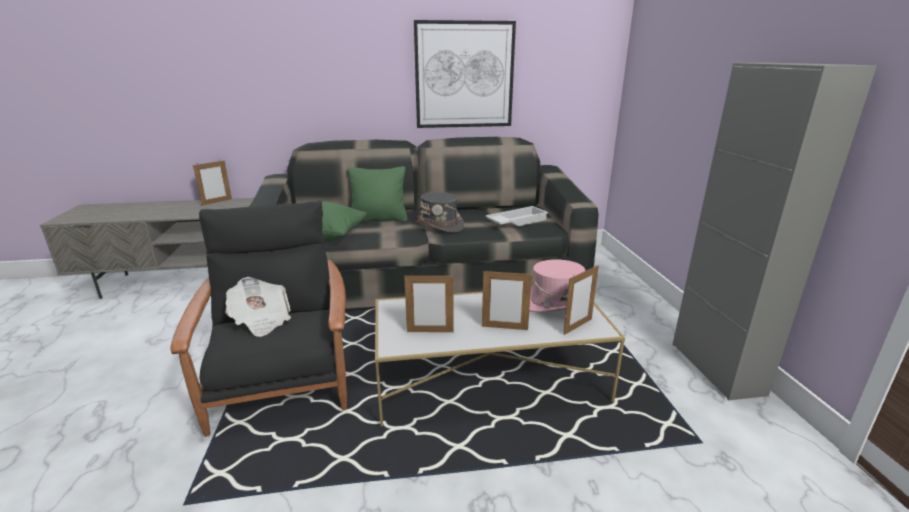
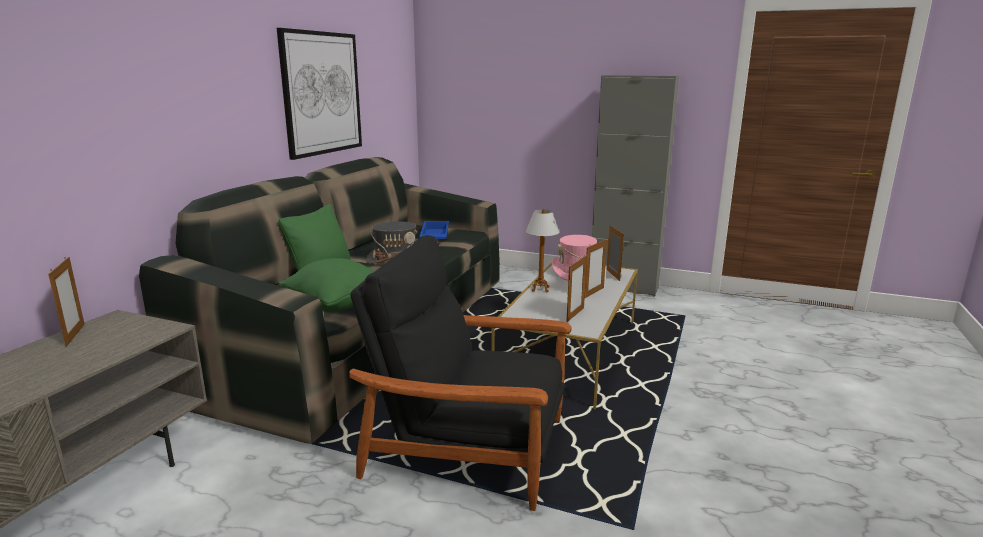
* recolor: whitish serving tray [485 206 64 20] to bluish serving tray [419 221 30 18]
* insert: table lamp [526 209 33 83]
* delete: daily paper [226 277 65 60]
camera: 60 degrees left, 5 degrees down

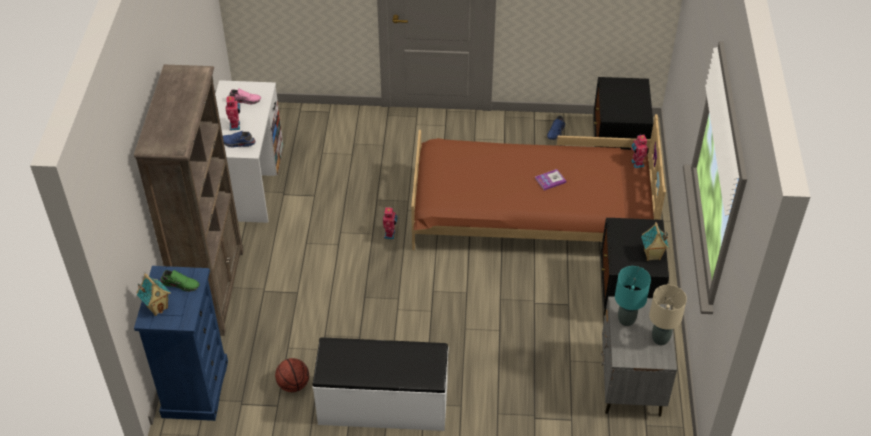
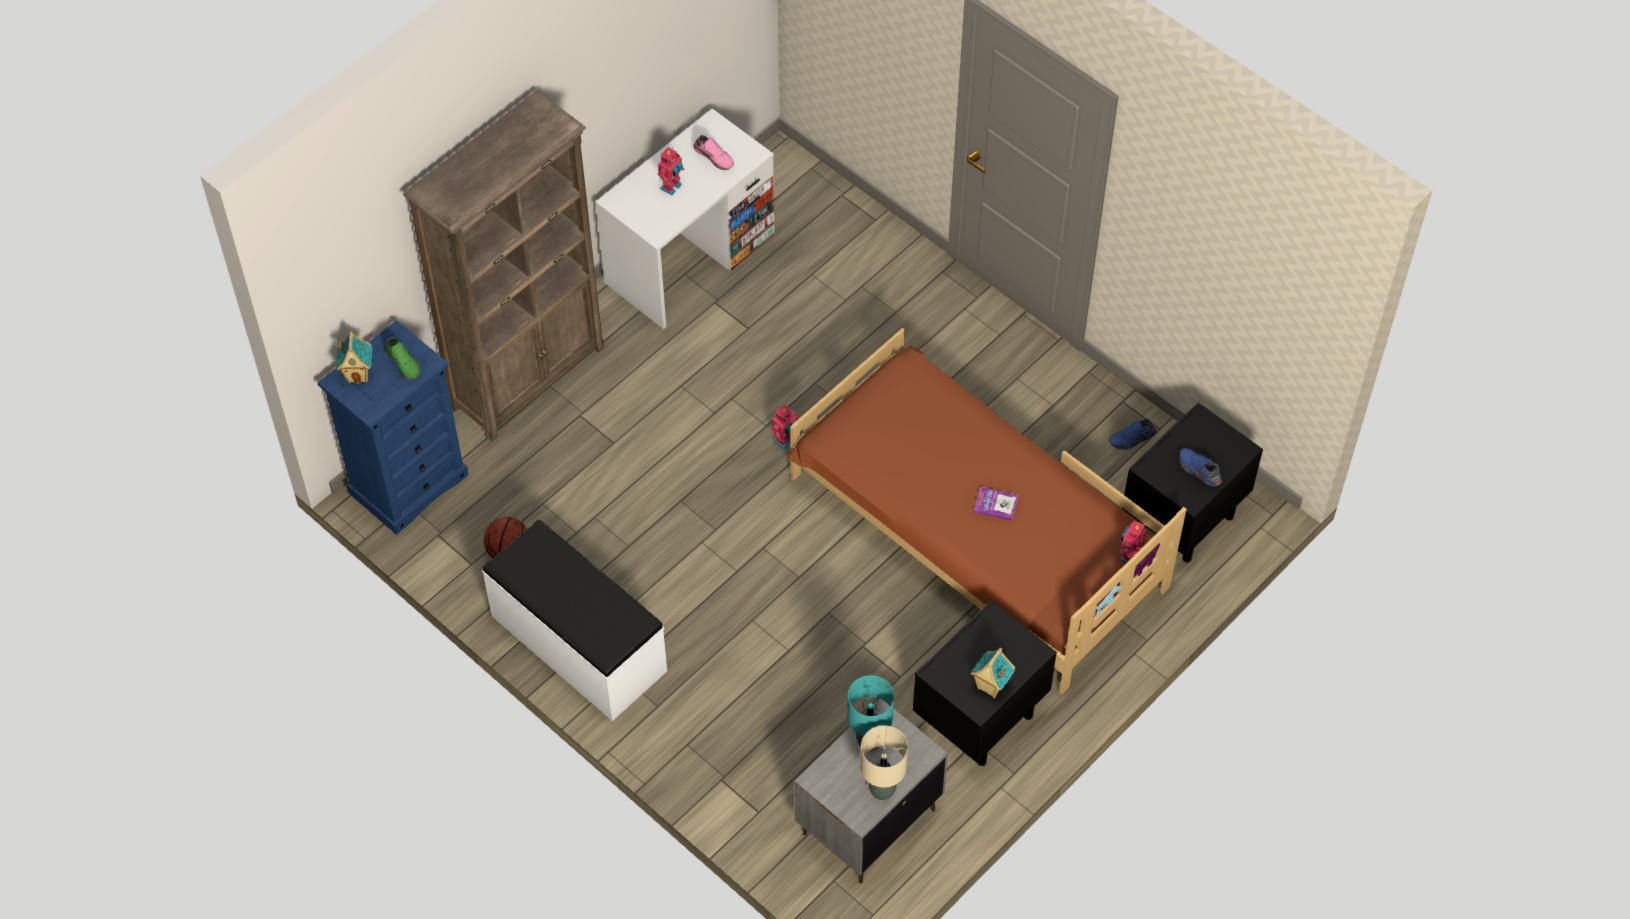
* move: bluish item of footwear [223 131 33 17] to [1179 448 43 38]
camera: 40 degrees right, 10 degrees up

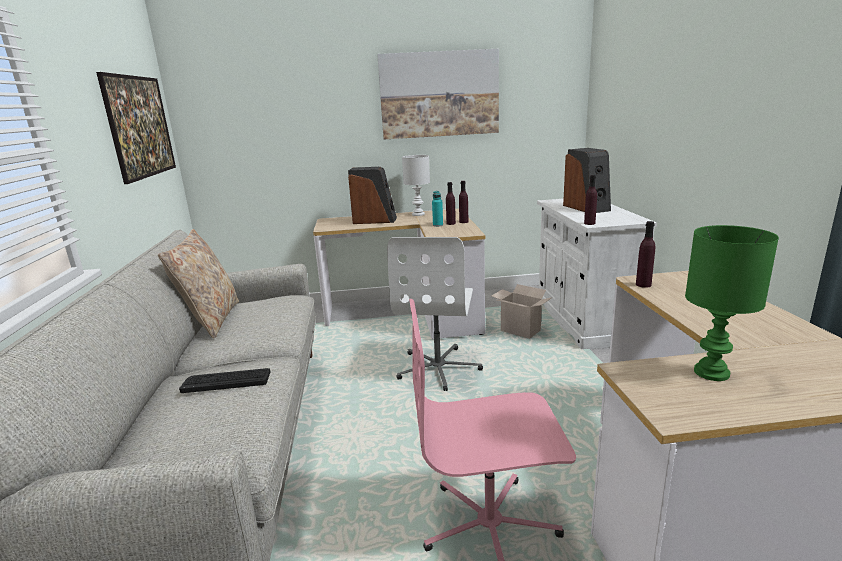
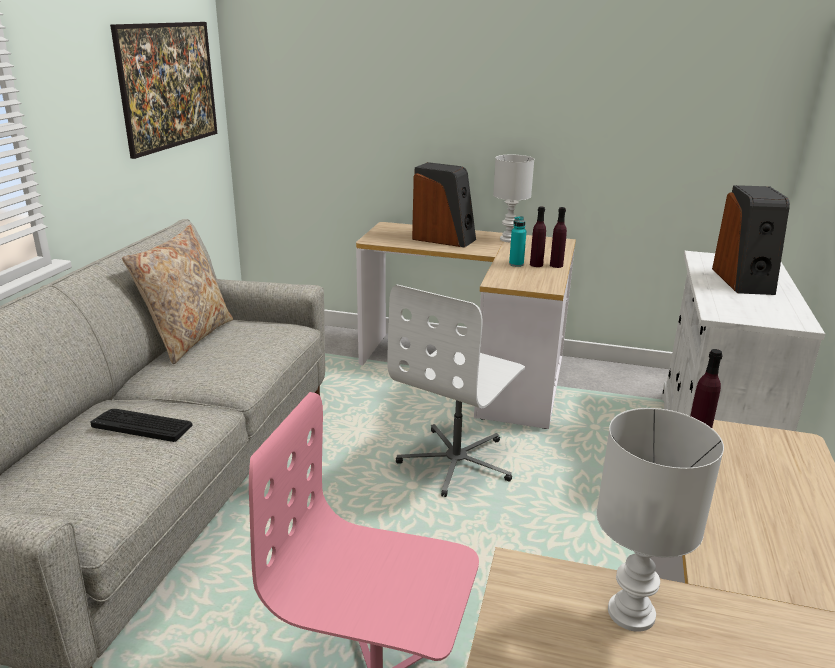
* recolor: green-coloured table lamp [685 225 94 156] to whitish table lamp [596 408 128 224]
* delete: picture [377 49 122 90]
* delete: cardboard box [492 284 60 55]
* delete: purple-coloured drink bottle [584 175 13 50]
camera: 20 degrees right, 5 degrees up

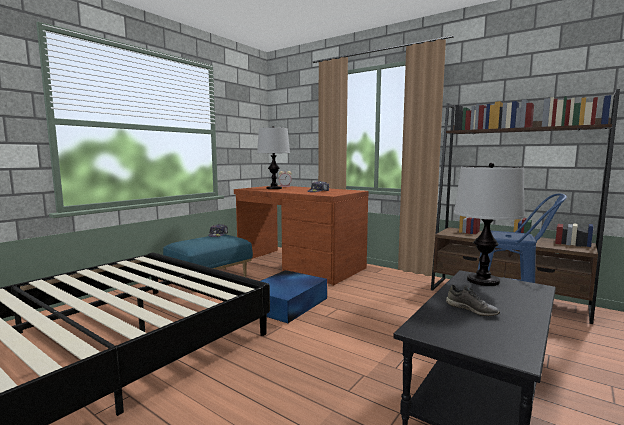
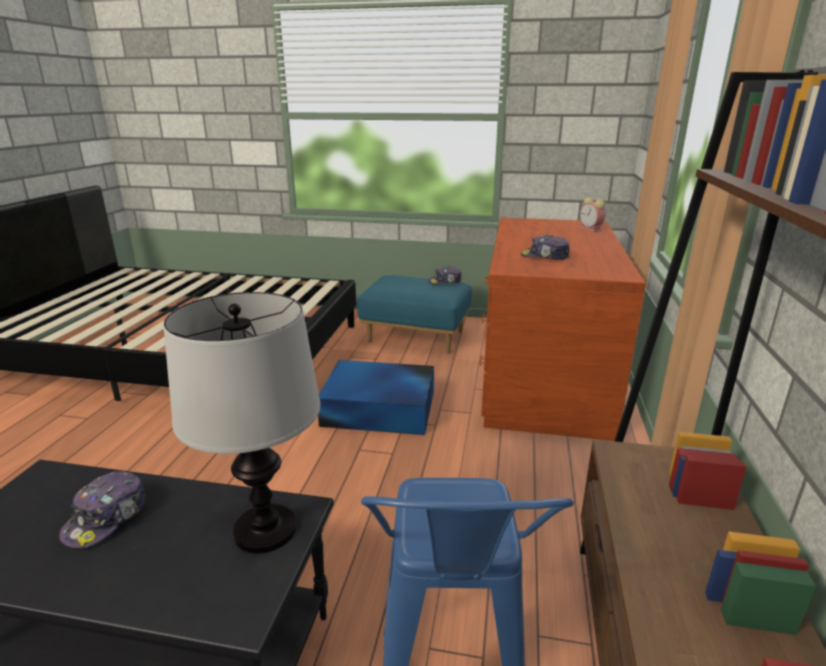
* replace: gray item of footwear [446 285 54 31] to peaked cap [59 471 86 78]
* delete: table lamp [257 126 33 63]
camera: 65 degrees right, 15 degrees up

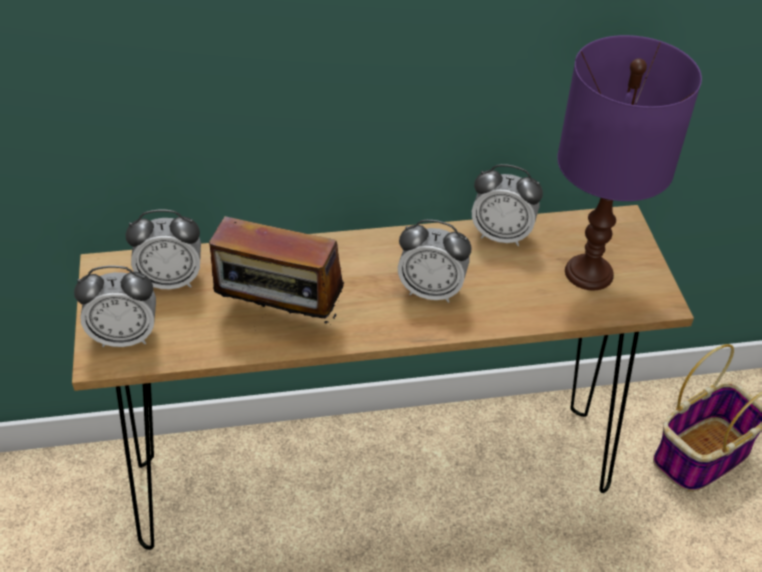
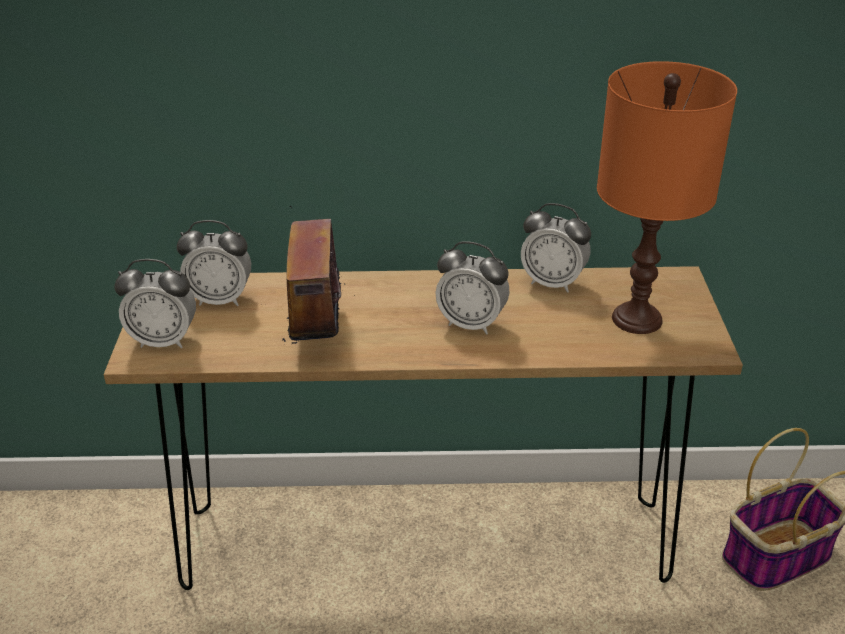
* rotate: radio [209 207 135 120] = [261 206 93 139] 60 degrees clockwise
* recolor: purple-coloured table lamp [557 35 145 255] to orange table lamp [597 61 140 273]
camera: 10 degrees right, 10 degrees down

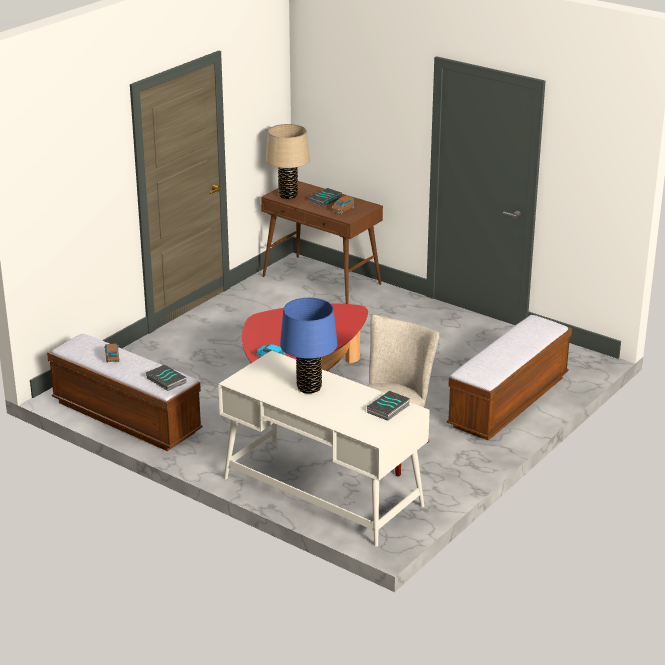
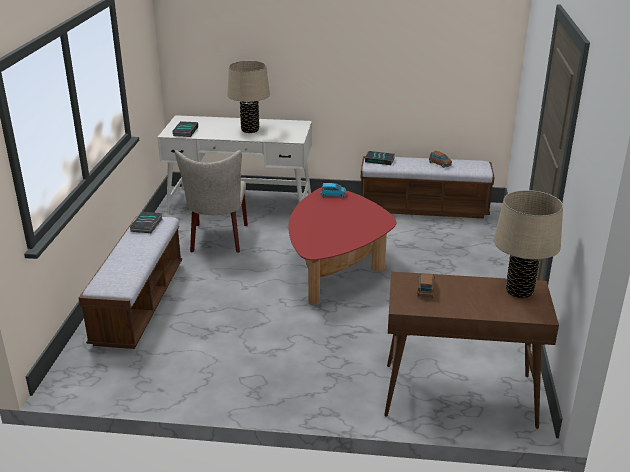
* move: bound book [308 188 34 19] to [130 212 32 21]
* recolor: bluish table lamp [280 298 58 96] to beige-coloured table lamp [227 61 43 72]
camera: 150 degrees right, 0 degrees up

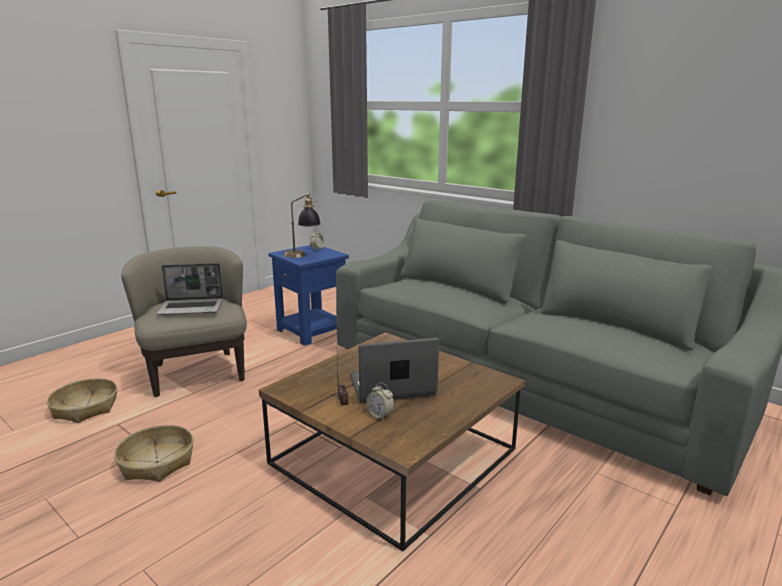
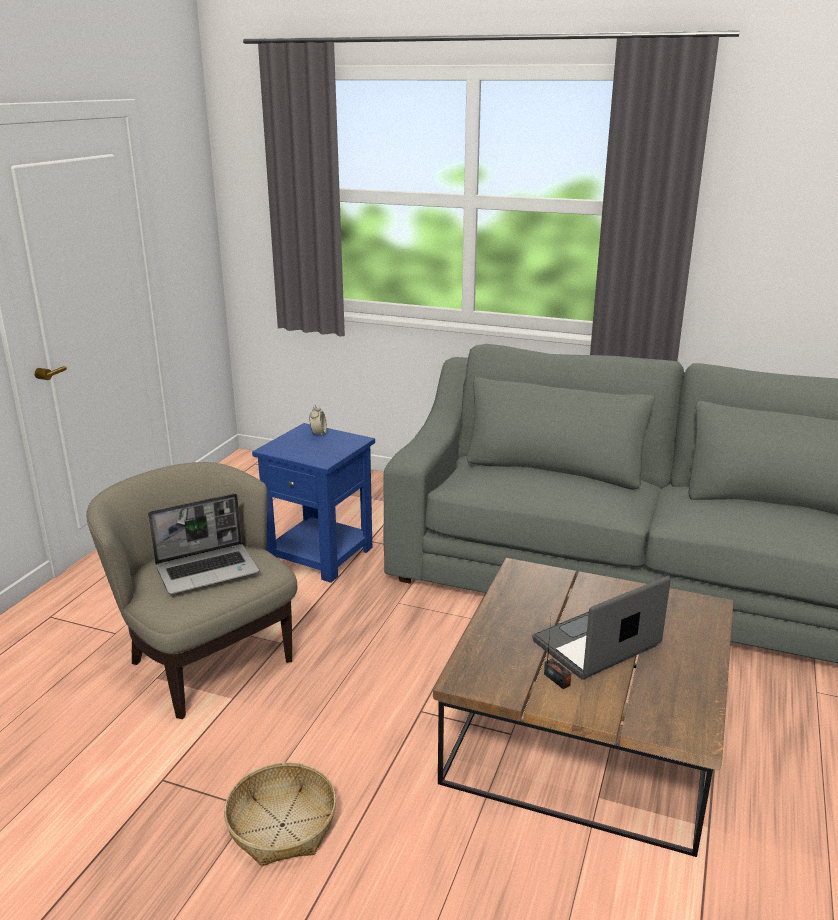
* delete: household basket [47 378 70 45]
* delete: table lamp [284 193 37 65]
* delete: table clock [366 383 28 38]
camera: 20 degrees left, 5 degrees up

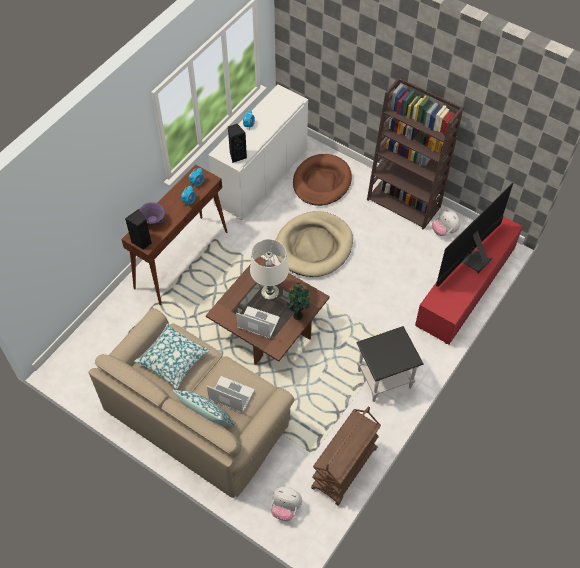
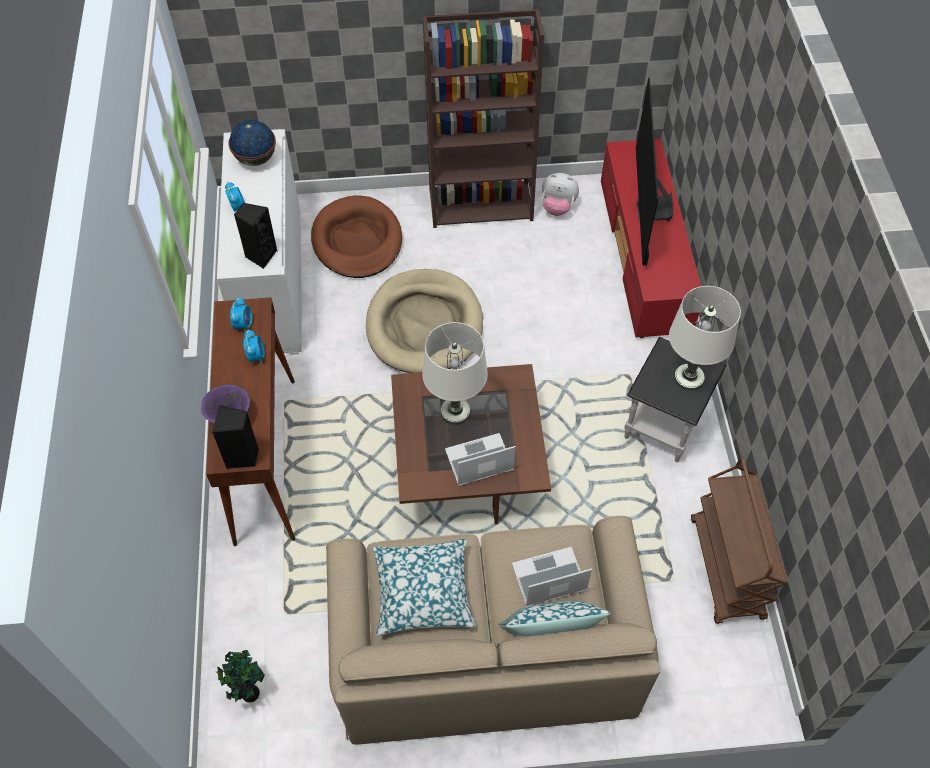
* move: houseplant [286 282 24 38] to [216 650 49 52]
* insert: globe [228 120 48 46]
* insert: whitish table lamp [669 286 72 105]
* delete: plush toy [271 487 31 34]
camera: 40 degrees left, 0 degrees up

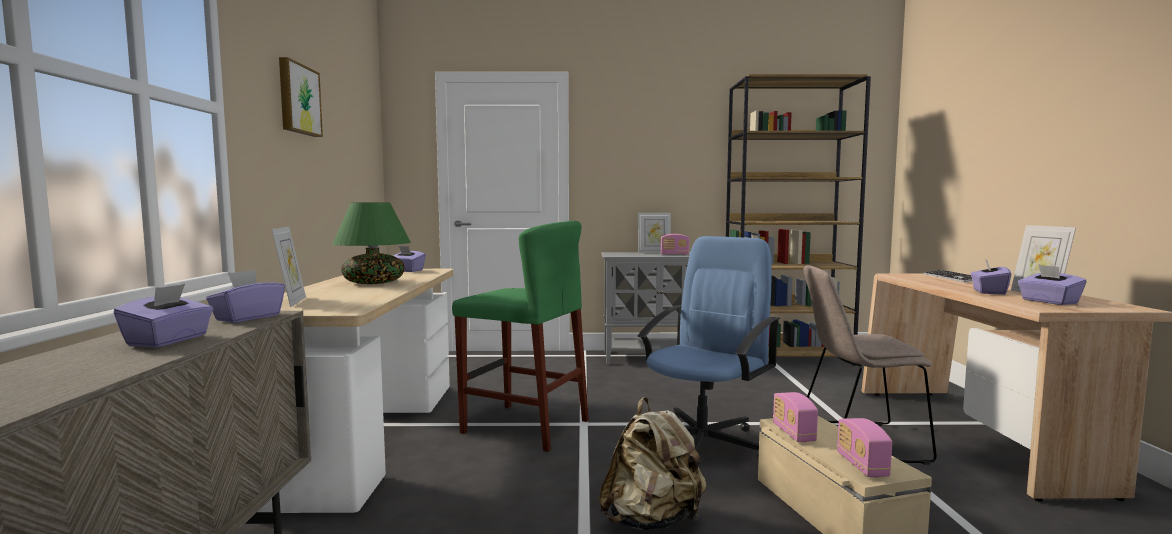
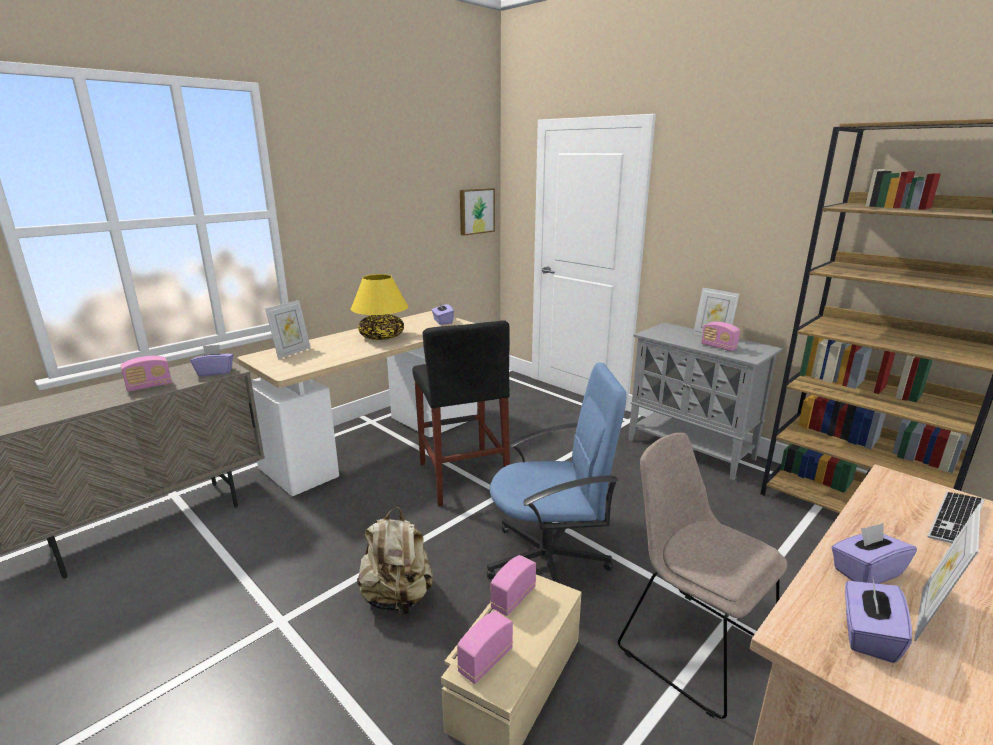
* replace: purple-coloured tissue box [113 284 100 64] to radio [121 356 51 36]
* recolor: green-coloured table lamp [332 202 79 82] to yellow table lamp [351 274 57 66]
* recolor: green-coloured sitting stool [452 221 137 231] to black sitting stool [412 320 98 187]
* move: picture [279 57 44 80] to [460 188 35 48]
camera: 45 degrees right, 15 degrees up

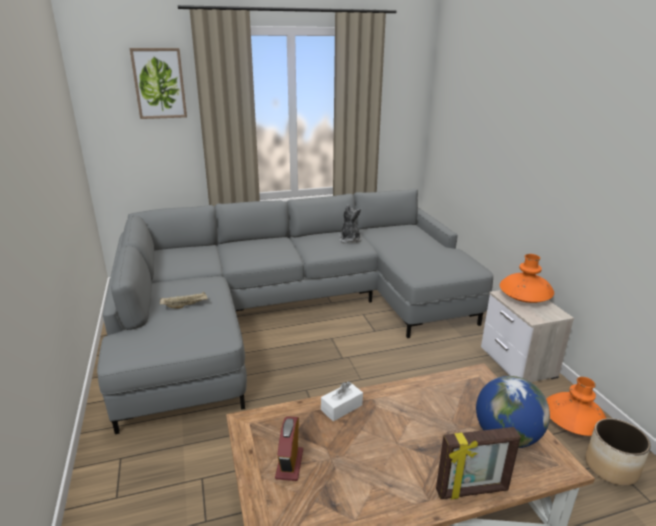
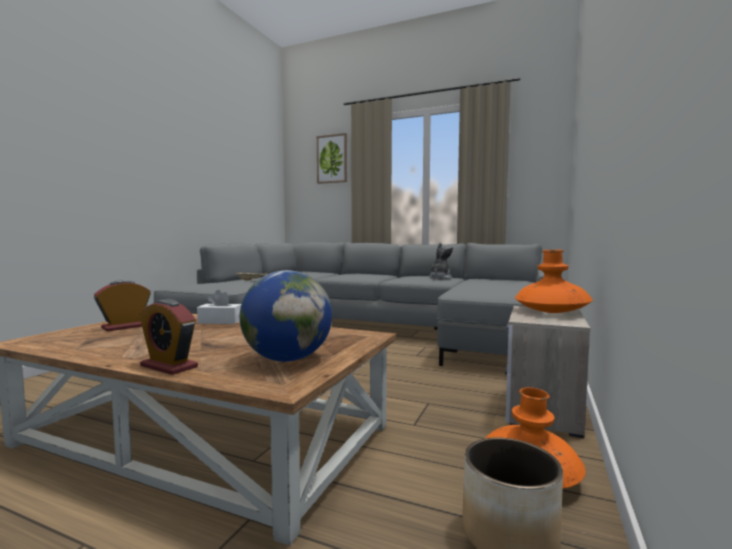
* replace: standing frame [436 427 85 72] to table clock [139 299 59 76]
camera: 40 degrees right, 20 degrees down

